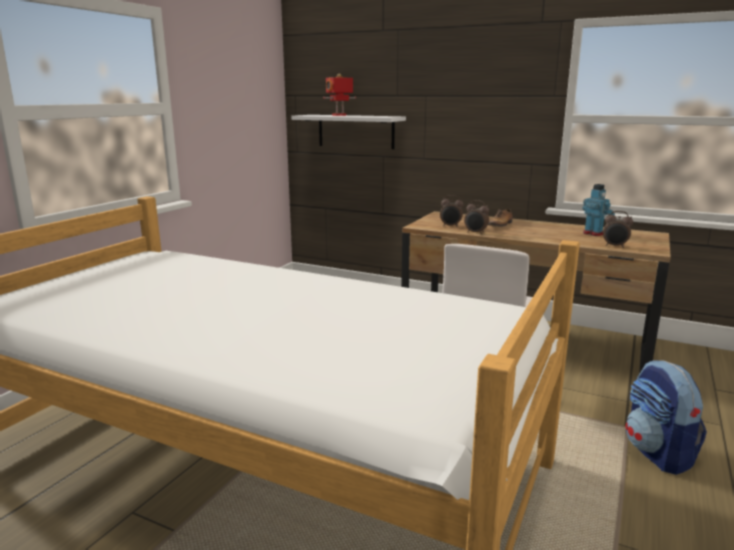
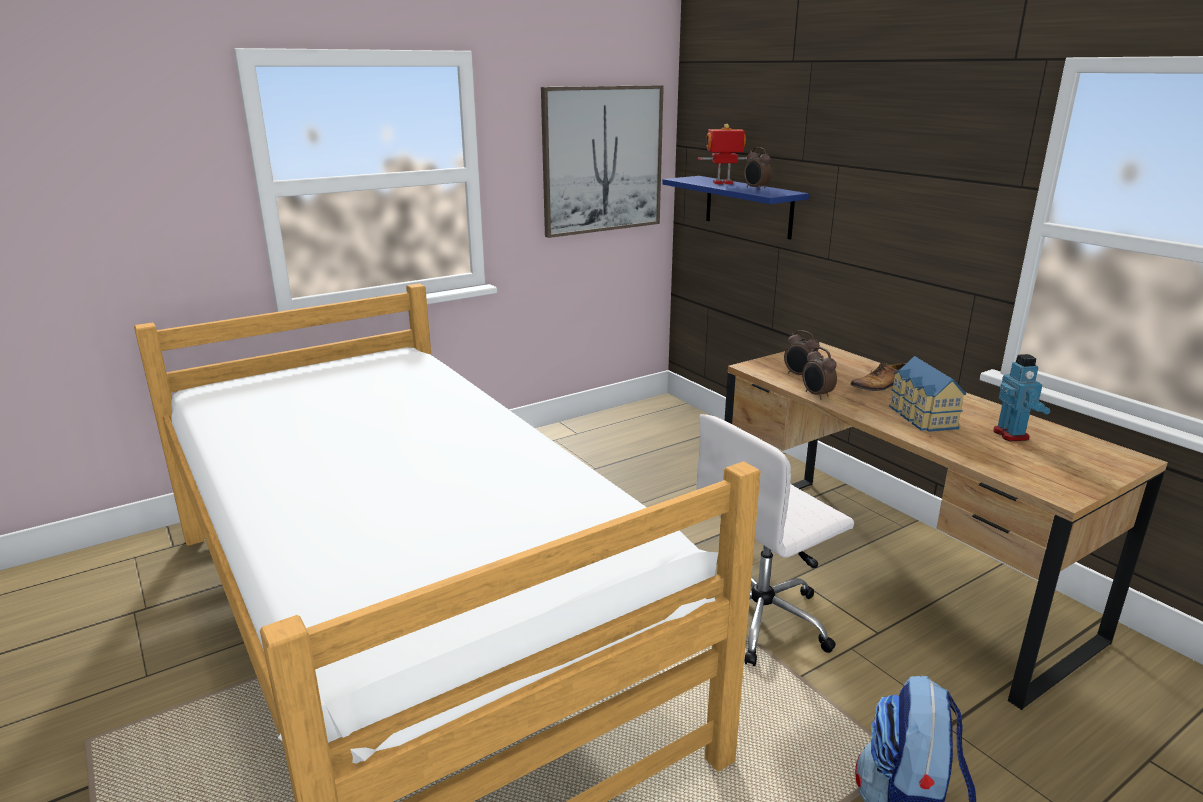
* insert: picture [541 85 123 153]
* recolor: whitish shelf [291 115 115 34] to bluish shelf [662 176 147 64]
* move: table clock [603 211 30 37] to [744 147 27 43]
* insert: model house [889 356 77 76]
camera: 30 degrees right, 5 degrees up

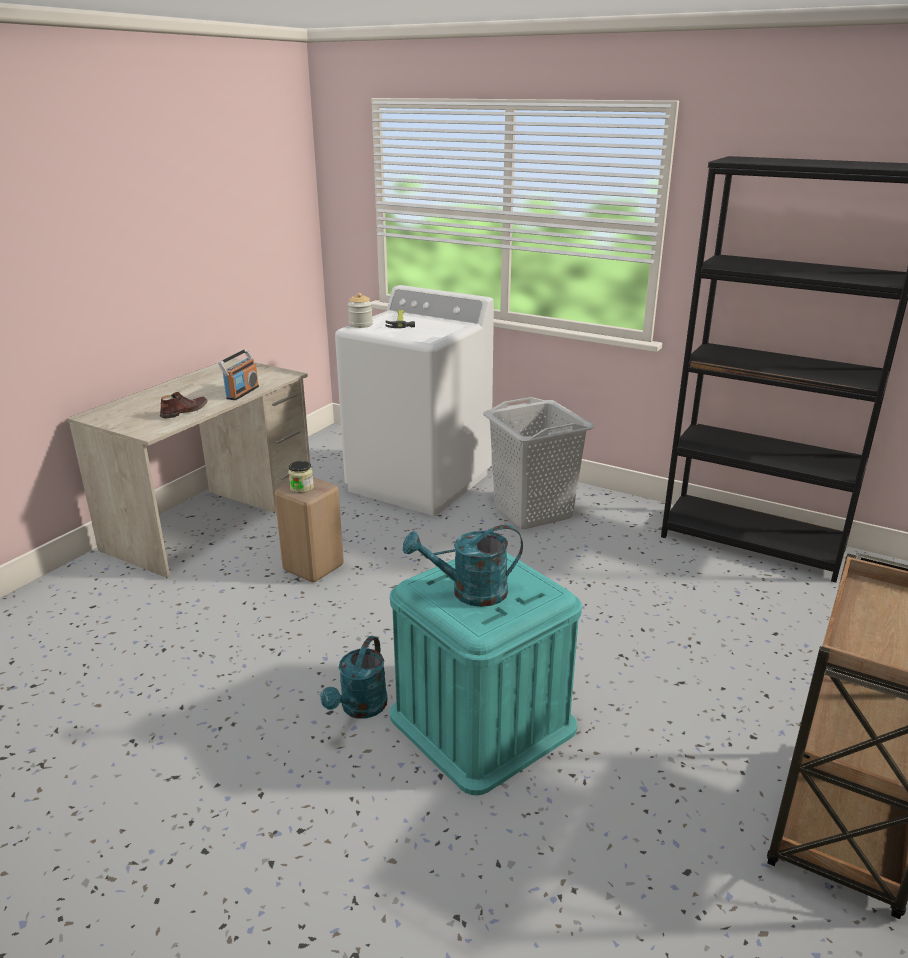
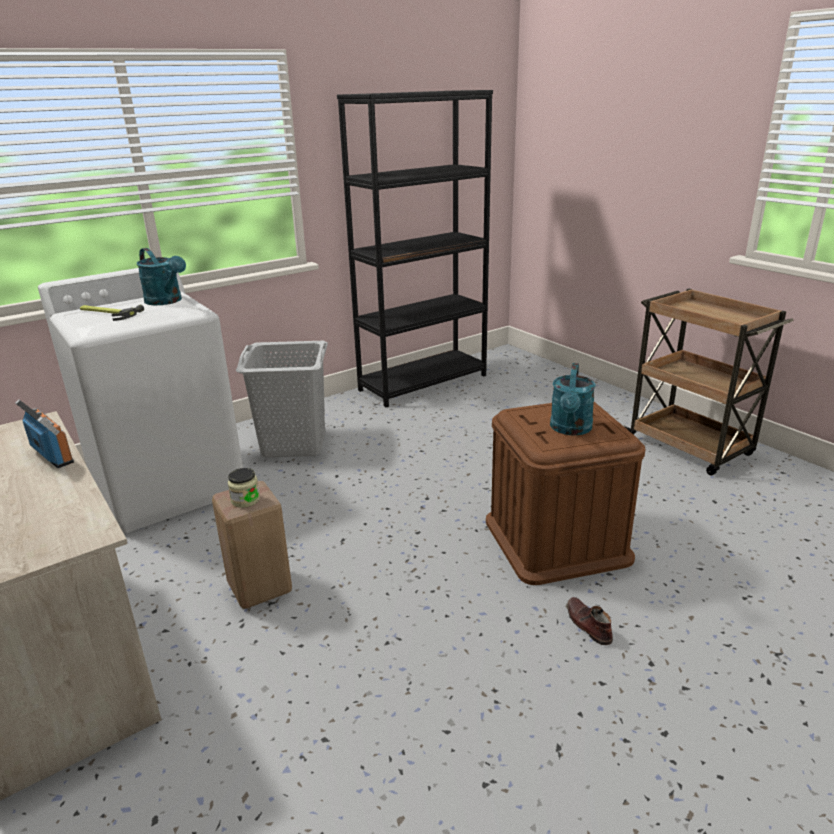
* move: blue-green watering can [321 636 67 83] to [137 248 49 57]
* recolor: blue-green storage container [390 553 192 242] to brown storage container [486 402 160 183]
* move: brown item of footwear [160 392 48 26] to [567 597 46 48]
* delete: preserve jar [348 293 25 35]
camera: 65 degrees left, 0 degrees up

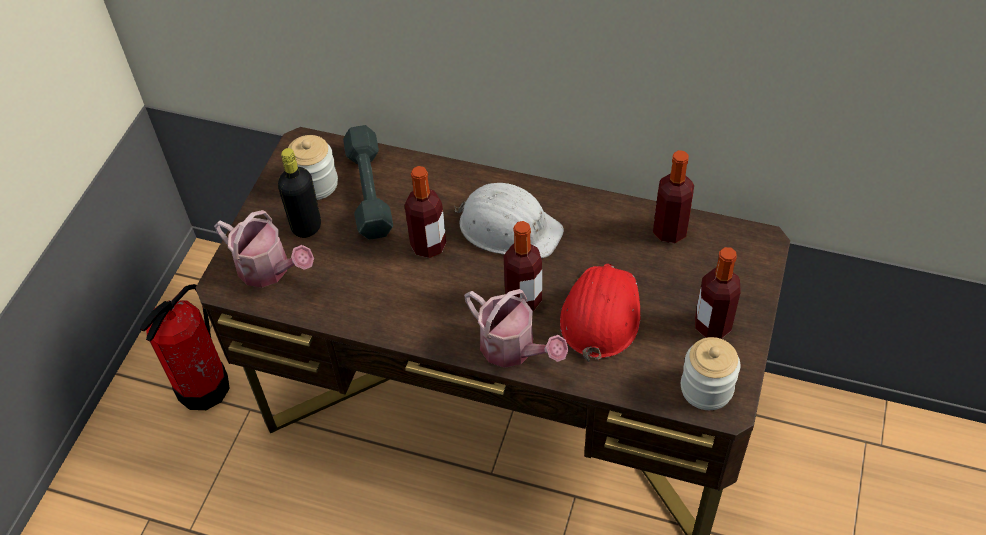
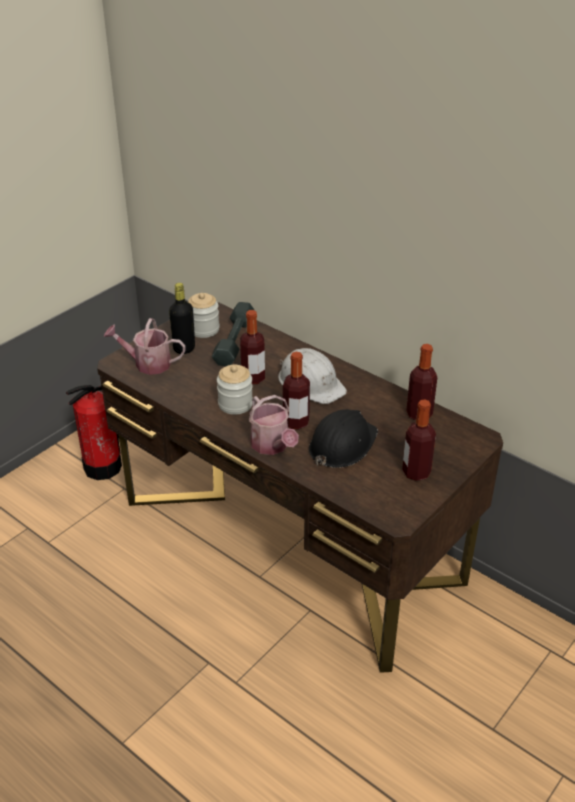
* rotate: watering can [214 210 100 78] = [104 318 81 57] 135 degrees clockwise
* move: preserve jar [681 337 59 73] to [217 364 36 51]
* recolor: reddish work helmet [560 264 80 98] to black work helmet [309 409 69 59]
camera: 20 degrees right, 15 degrees down

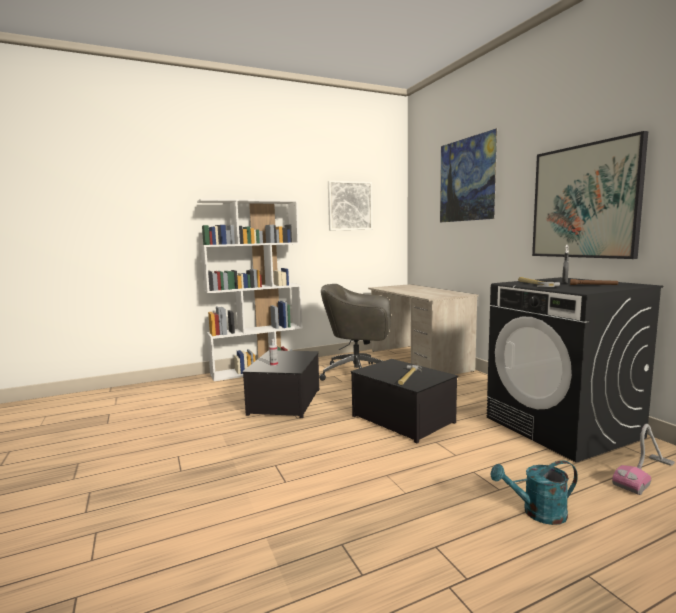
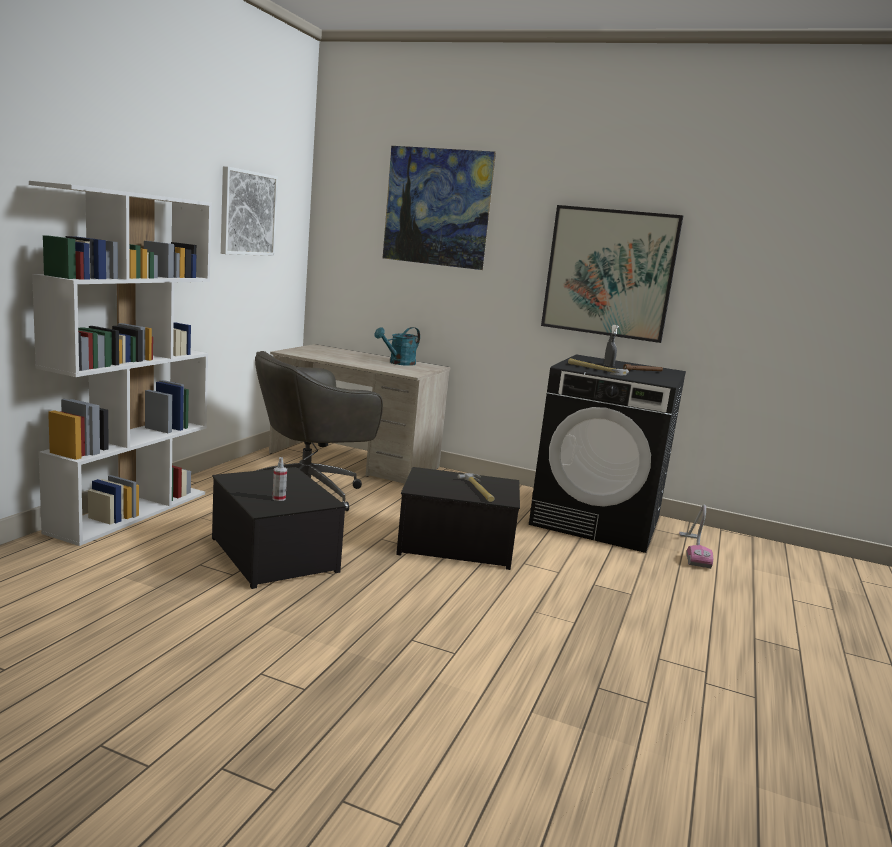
* move: blue-green watering can [490 461 88 64] to [375 327 45 39]
camera: 45 degrees left, 5 degrees up

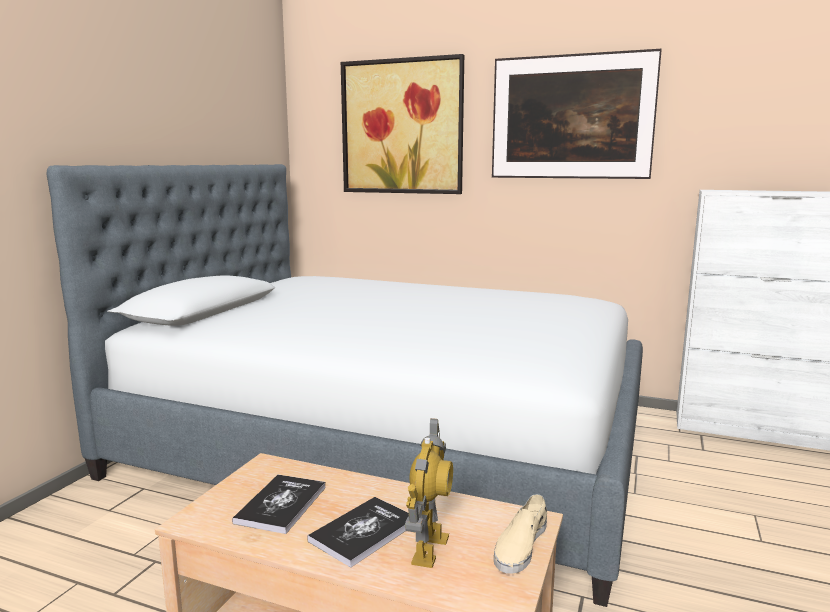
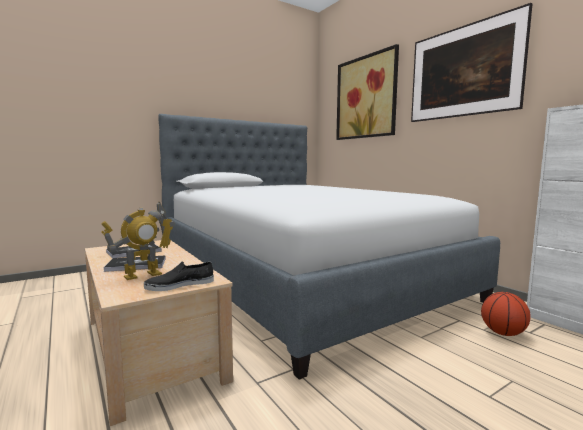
* recolor: beige-coloured item of footwear [494 494 53 80] to black item of footwear [144 261 70 30]
* insert: basketball ball [481 292 50 44]
camera: 35 degrees right, 5 degrees down

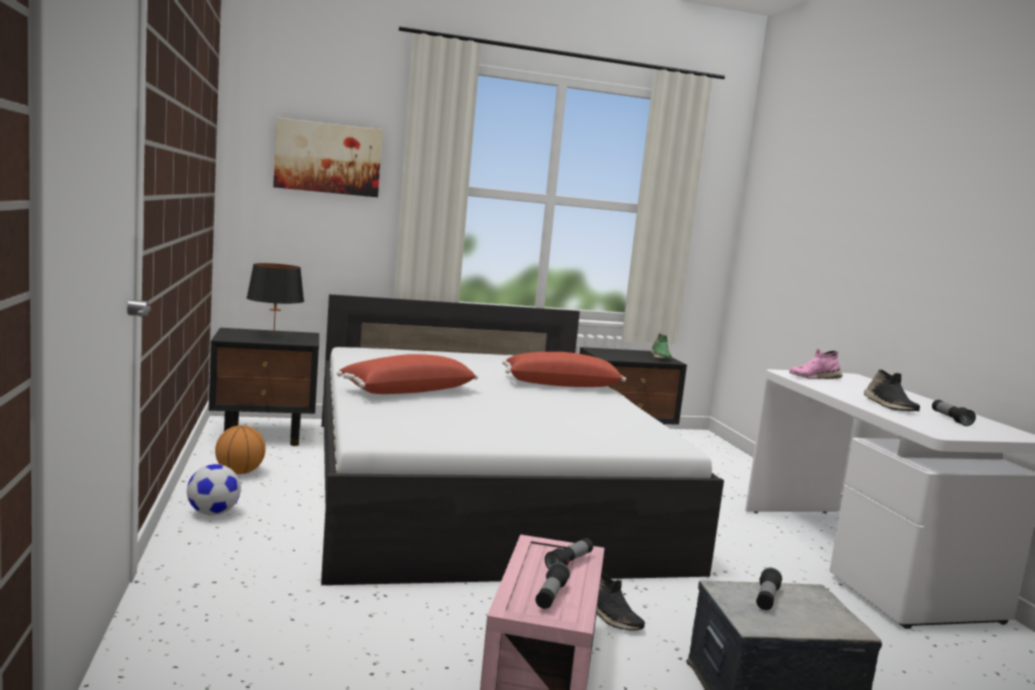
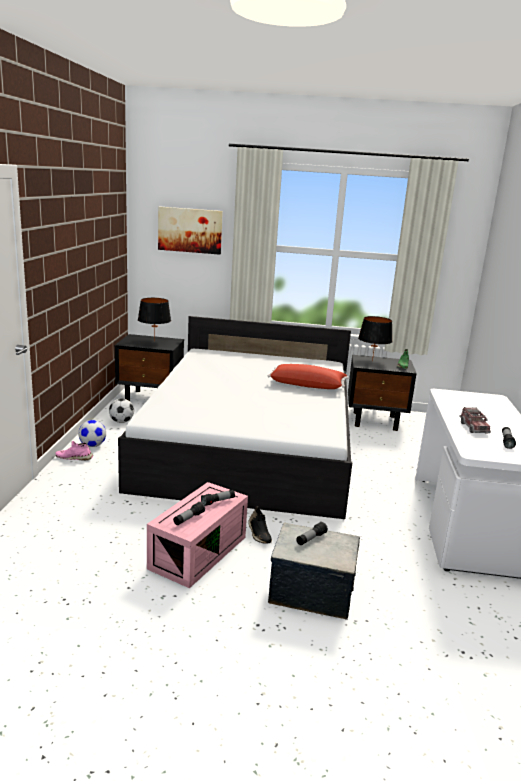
* move: pinkish item of footwear [789 348 54 31] to [56 441 37 20]
* replace: basketball ball [215 425 51 49] to football ball [109 398 25 25]
* insert: black table lamp [358 316 35 45]
* replace: black item of footwear [864 369 56 42] to toy truck [459 407 32 26]
* delete: reddish throw pillow [337 354 141 40]
camera: 20 degrees right, 10 degrees up

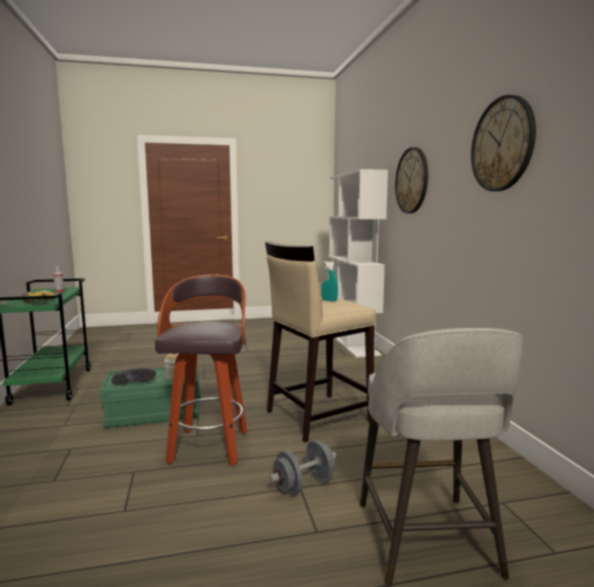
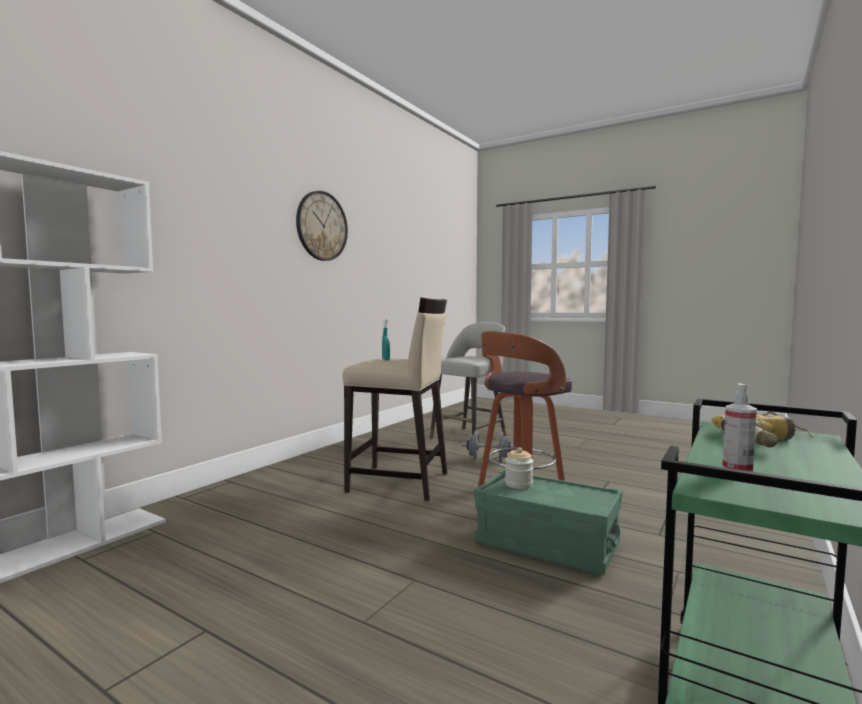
* delete: black item of footwear [112 368 44 17]
* delete: hanging clock [395 147 33 67]
camera: 135 degrees left, 5 degrees down

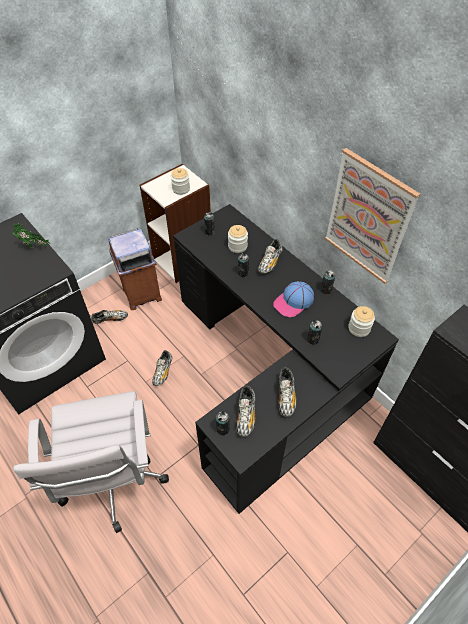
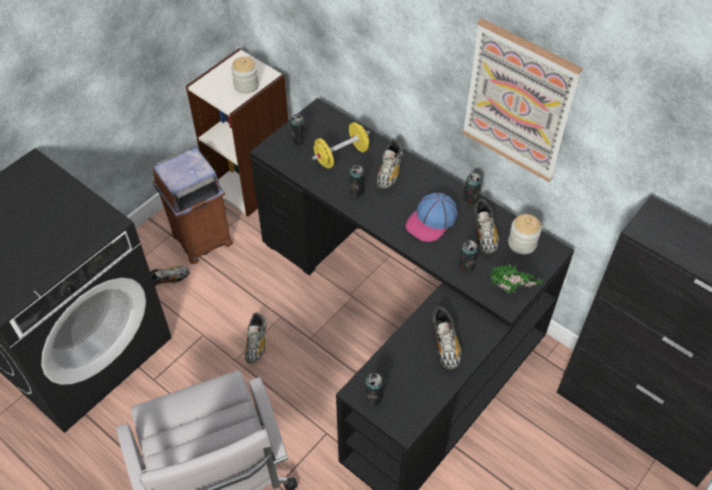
* replace: preserve jar [228 225 20 28] to yellow hand weight [312 122 58 47]
* move: item of footwear [236 385 19 52] to [474 199 25 55]
* move: houseplant [12 223 39 26] to [490 264 53 30]
camera: 10 degrees left, 0 degrees up

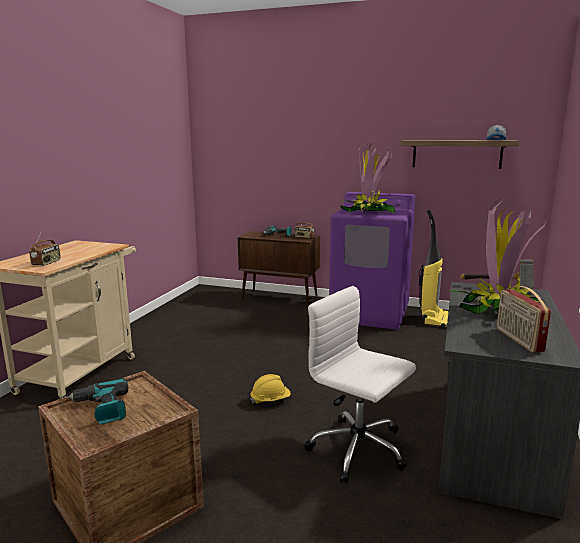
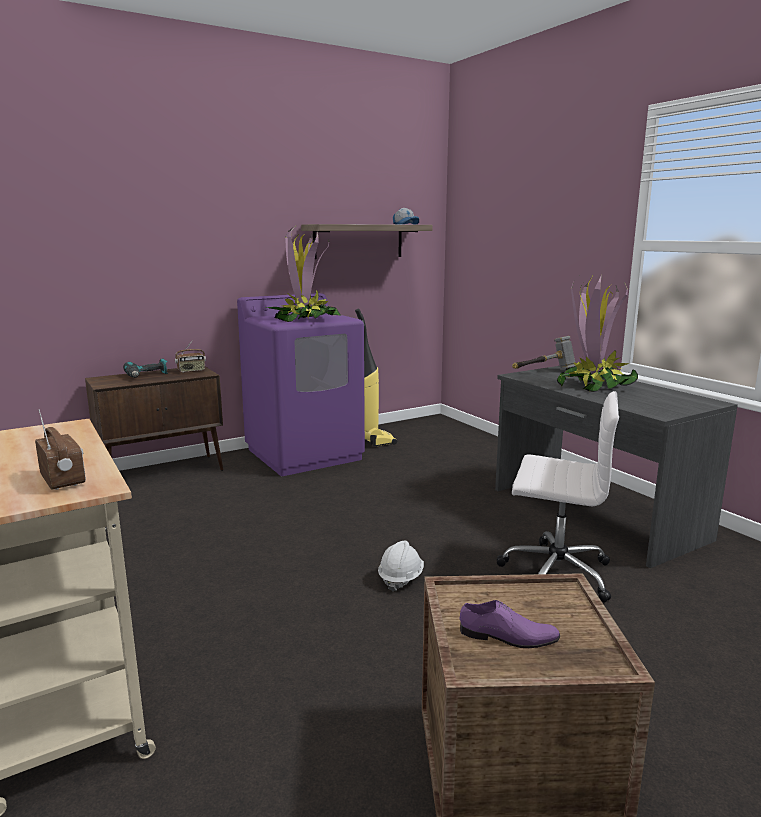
* recolor: yellow work helmet [250 374 41 30] to whitish work helmet [378 541 46 51]
* replace: electric drill [66 378 62 46] to purple-coloured item of footwear [460 600 100 48]
* rotate: whitish office chair [305 286 111 198] = [496 391 123 212] 150 degrees counterclockwise
* delete: radio [497 286 54 67]
camera: 50 degrees left, 0 degrees up

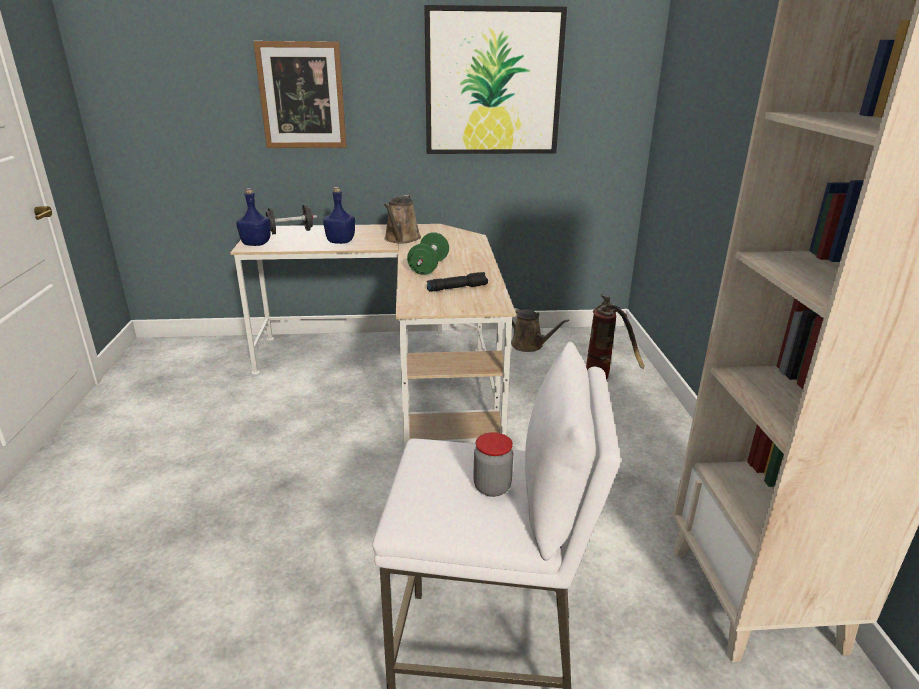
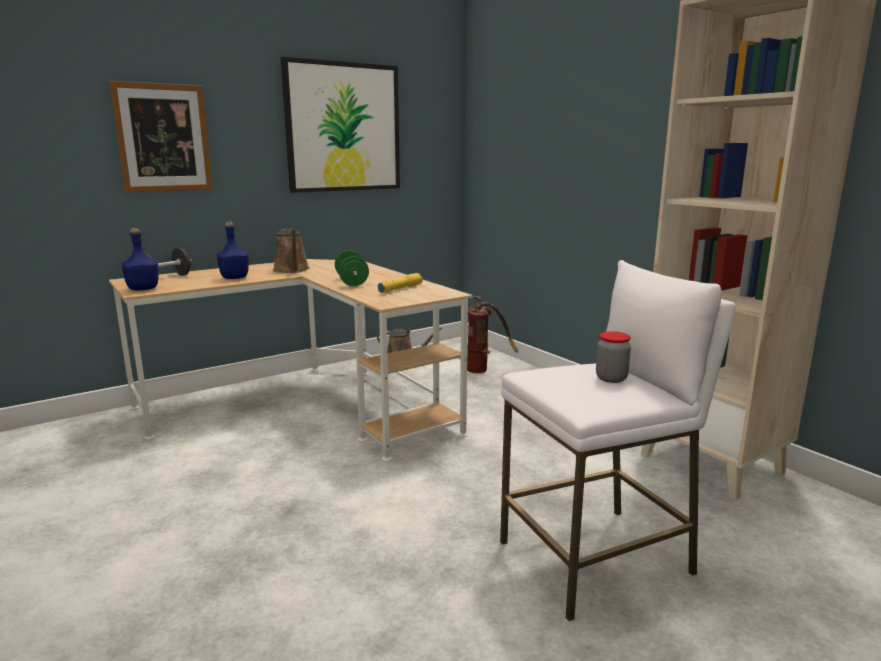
* recolor: black flashlight [427 272 61 20] to yellow flashlight [378 273 45 20]
camera: 30 degrees left, 10 degrees down

